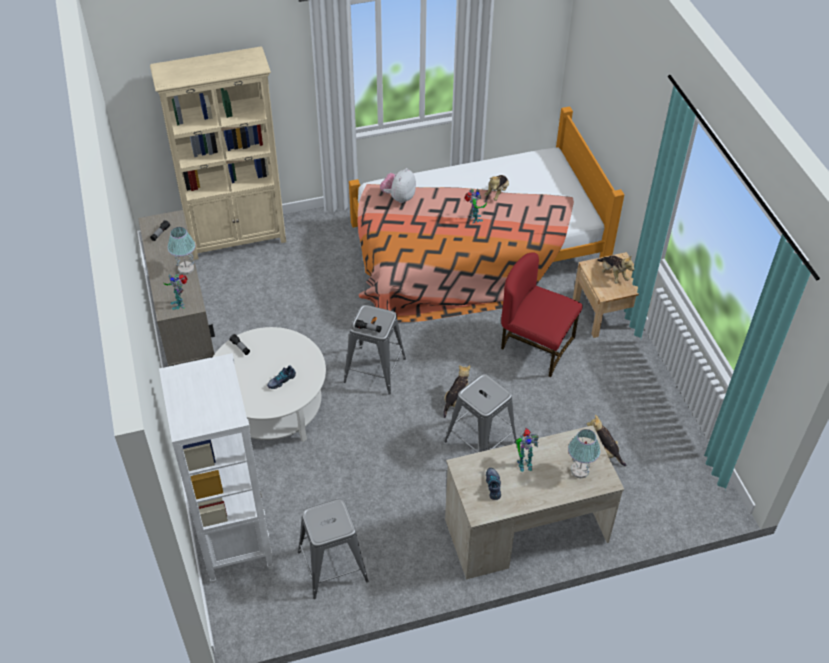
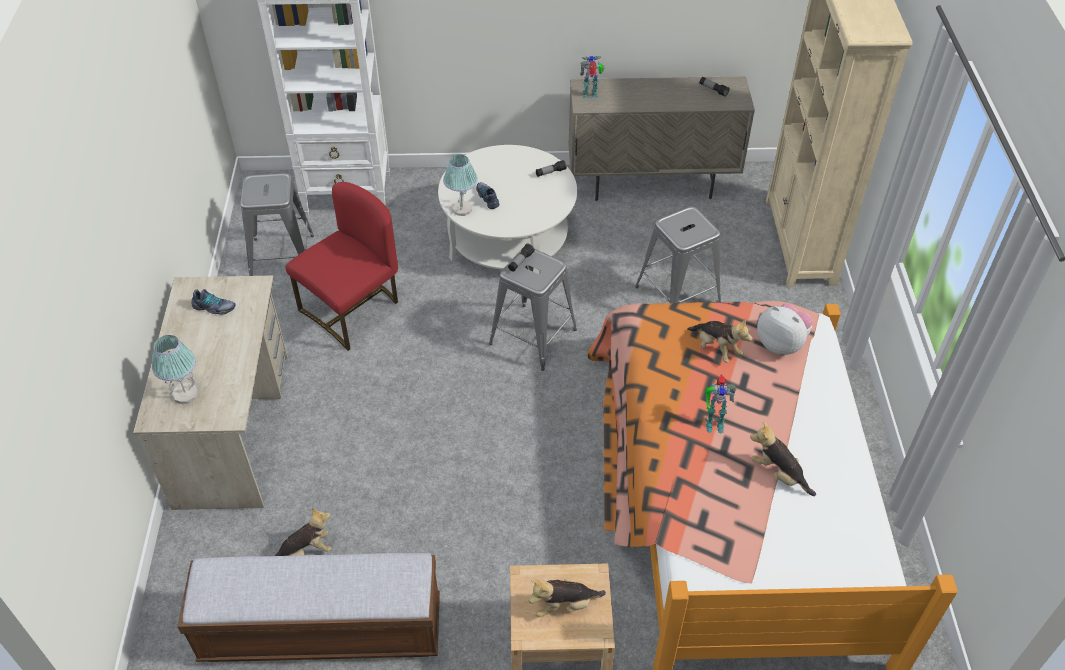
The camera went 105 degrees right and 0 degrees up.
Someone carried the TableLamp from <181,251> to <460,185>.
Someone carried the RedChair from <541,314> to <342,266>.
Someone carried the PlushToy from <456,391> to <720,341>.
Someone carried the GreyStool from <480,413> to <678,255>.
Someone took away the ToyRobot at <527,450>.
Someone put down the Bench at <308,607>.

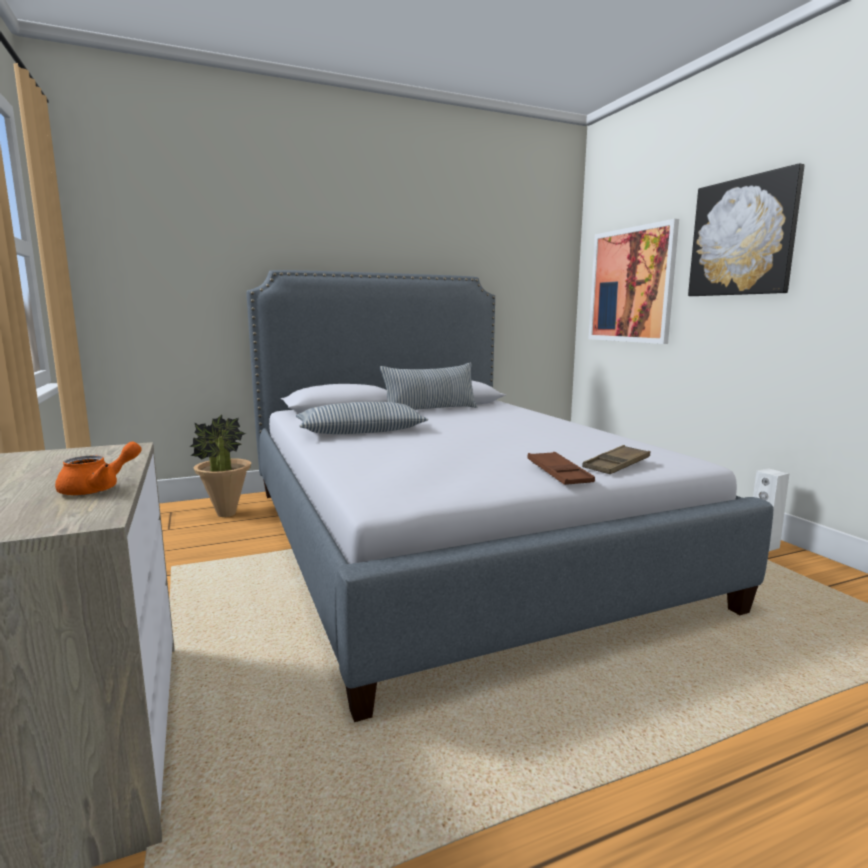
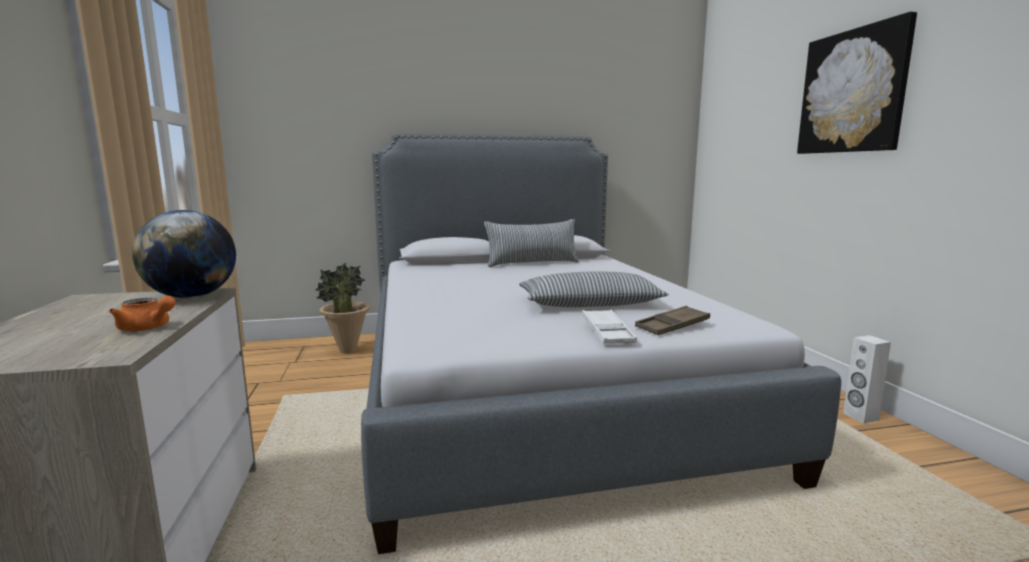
The camera went 10 degrees right and 0 degrees up.
Someone took away the Picture at <634,281>.
Someone carried the Pillow from <362,418> to <594,289>.
Someone rotated the OrangeTeapot at <98,469> by 60 degrees clockwise.
Someone repainted the BrownTray at <561,468>, which became the WhiteTray at <609,327>.
Someone put down the Globe at <184,254>.

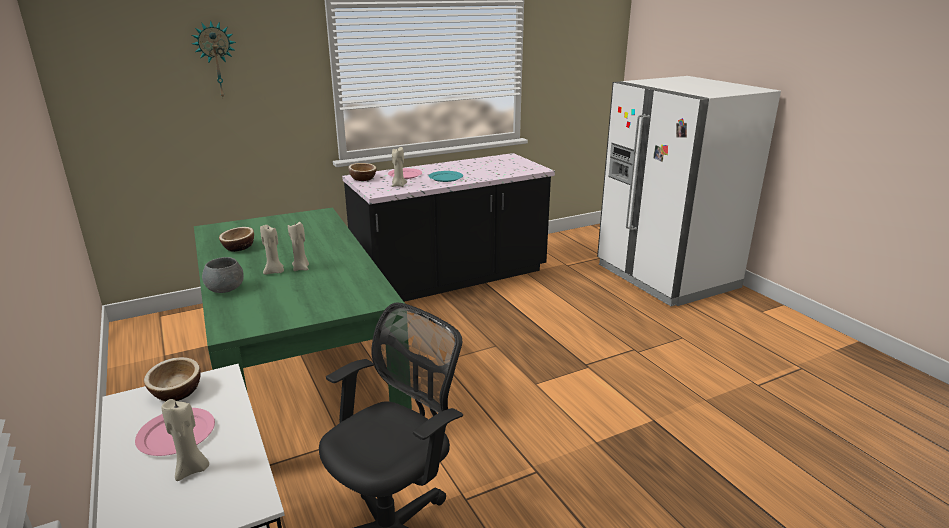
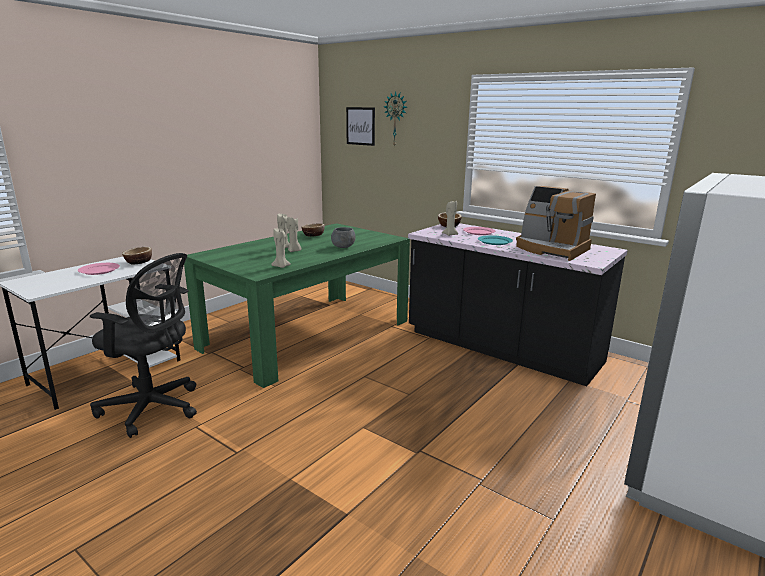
The camera went 65 degrees right and 5 degrees down.
Someone carried the GreyBowl from <223,275> to <343,237>.
Someone carried the BeigeCandle from <185,440> to <281,248>.
Someone put up the Picture at <360,126>.
Someone put down the CoffeeMachine at <556,223>.

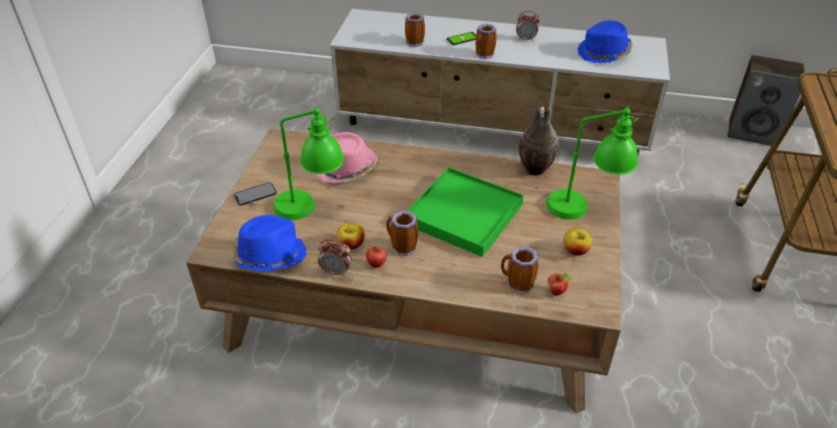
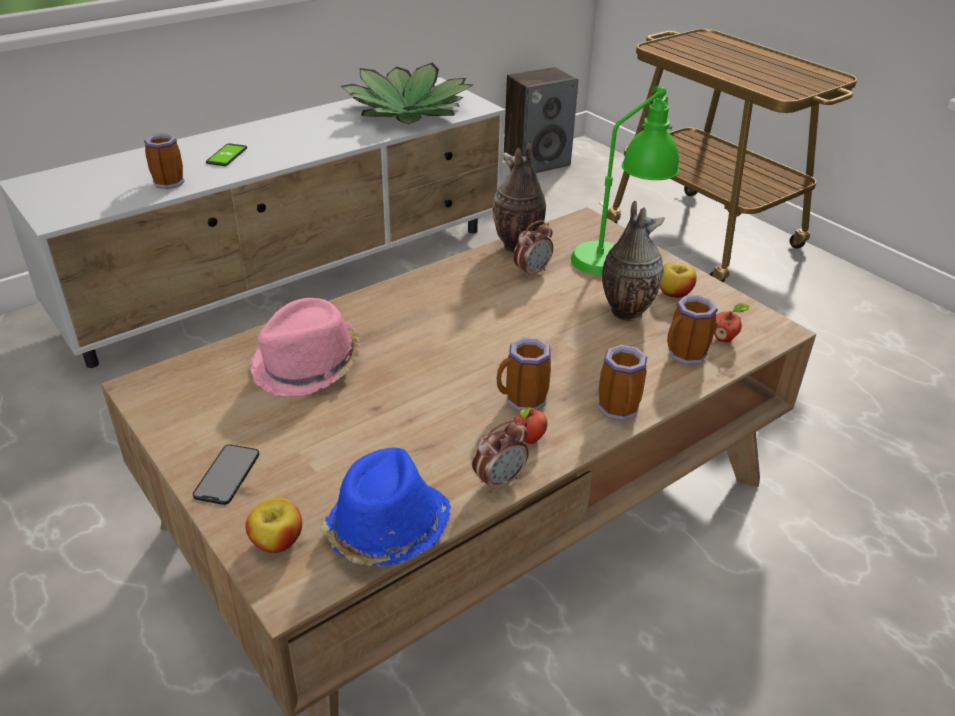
The camera went 50 degrees left and 5 degrees down.
Someone carried the AlarmClock from <528,26> to <533,249>.
Someone swapped the BlueHat at <605,41> for the PottedPlant at <406,93>.
Someone carried the Mug from <486,41> to <622,383>.
Someone took away the GreenTableLamp at <308,162>.
Someone took away the GreenTray at <465,212>.
Someone carried the Apple from <351,236> to <274,525>.
Someone put down the Vase at <633,261>.

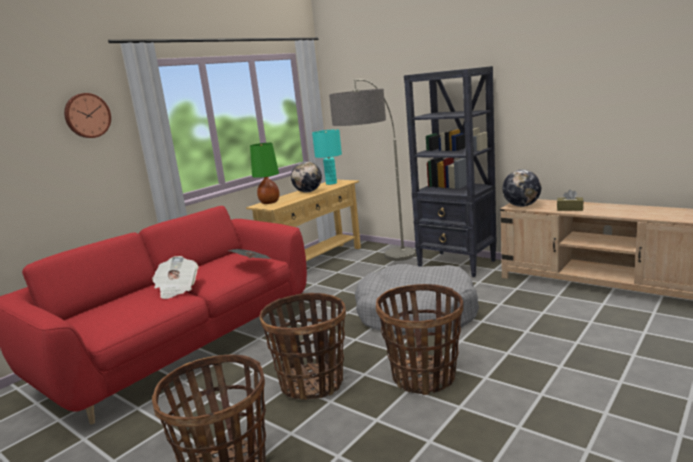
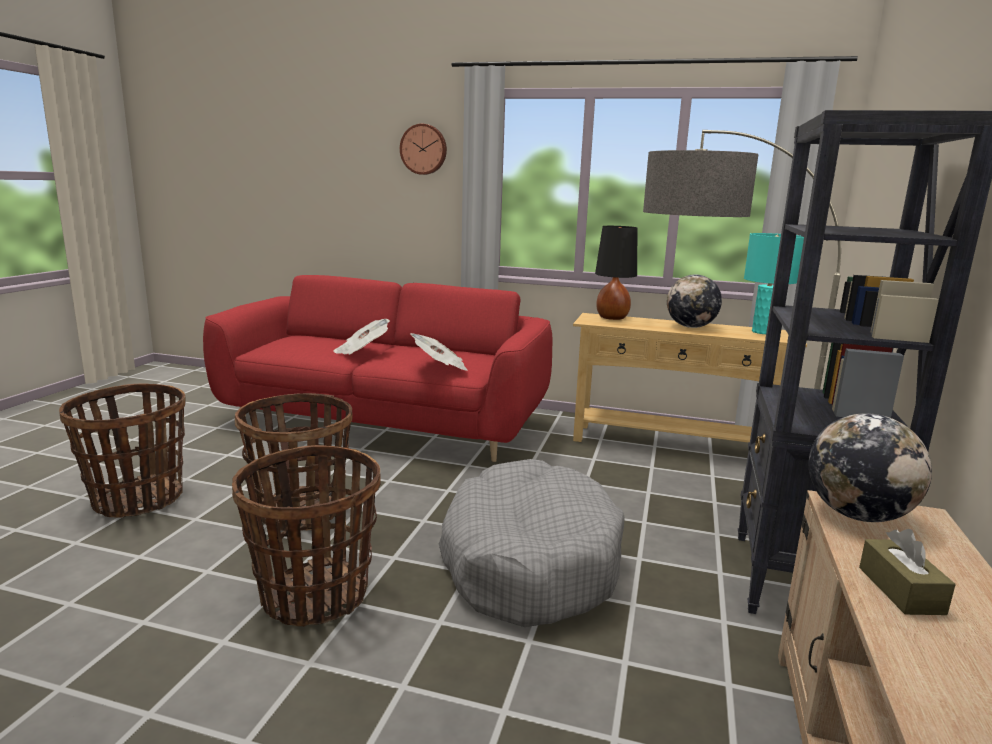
The camera went 65 degrees right and 0 degrees up.
Someone repainted the GreenTableLamp at <265,173>, which became the BlackTableLamp at <616,273>.

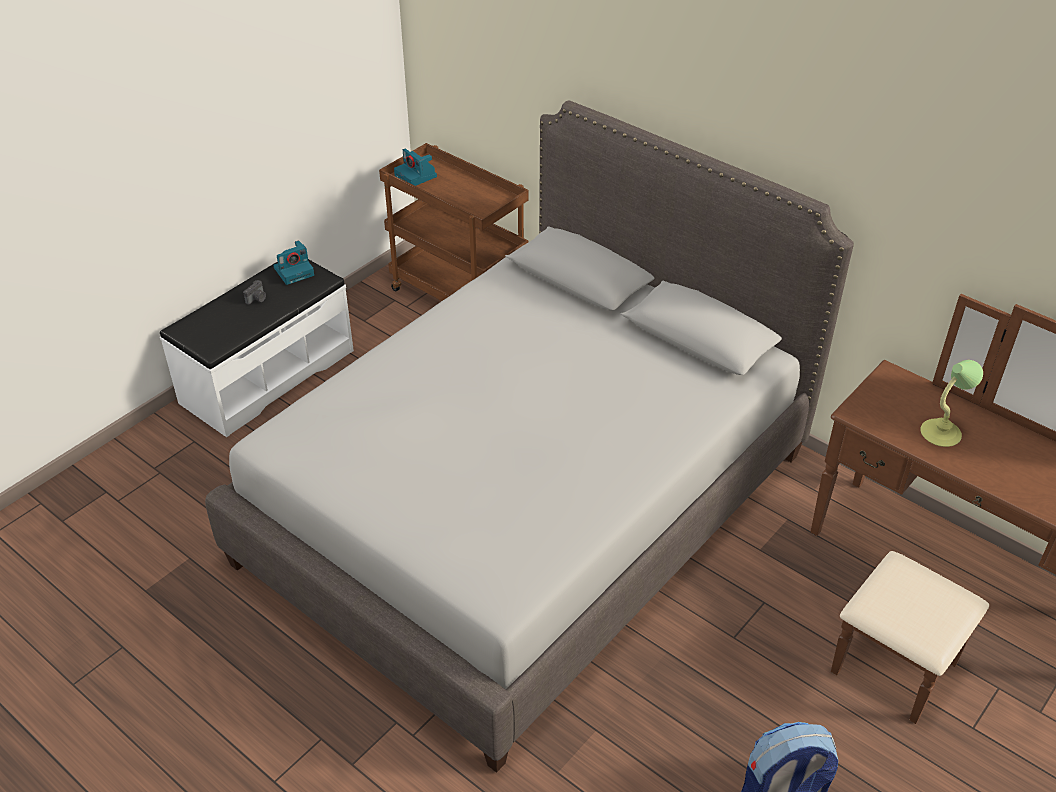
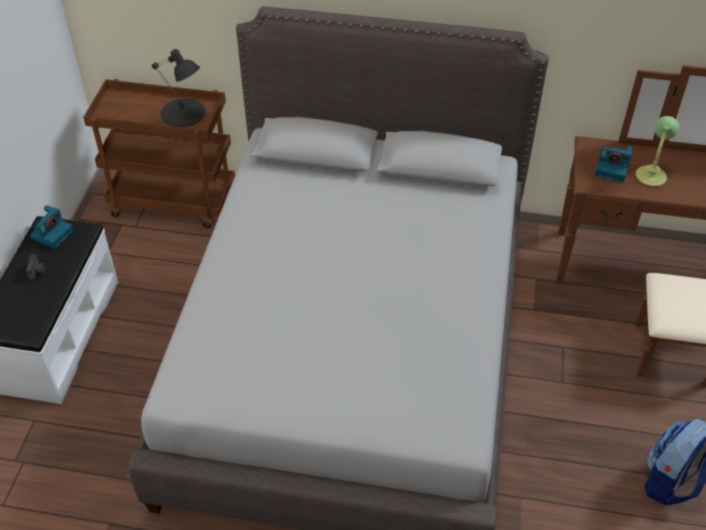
The camera went 30 degrees left and 5 degrees up.
Someone carried the PhotoCamera from <415,167> to <613,163>.
Someone put down the BlackTableLamp at <179,88>.

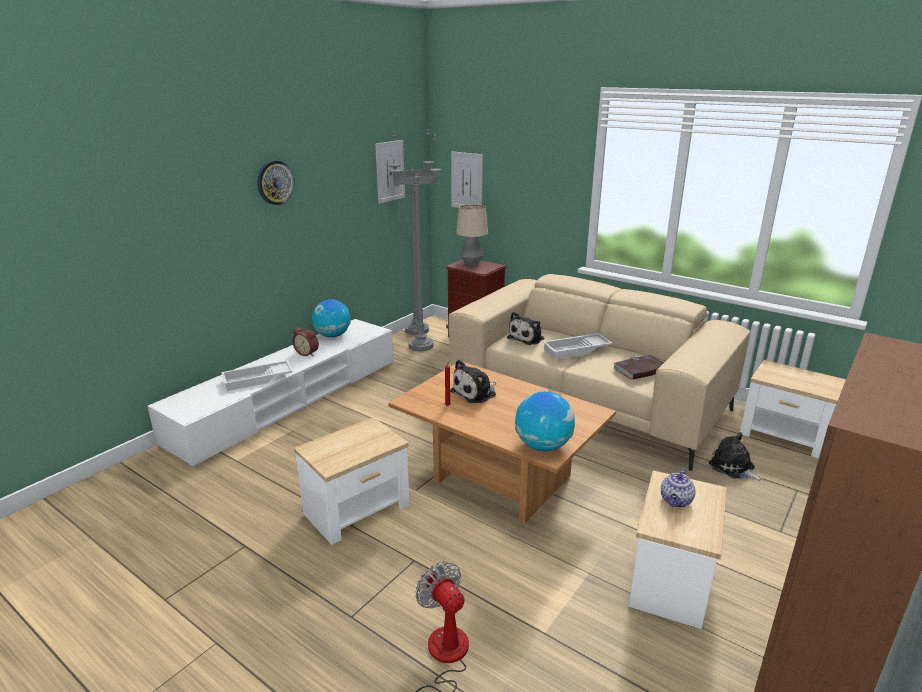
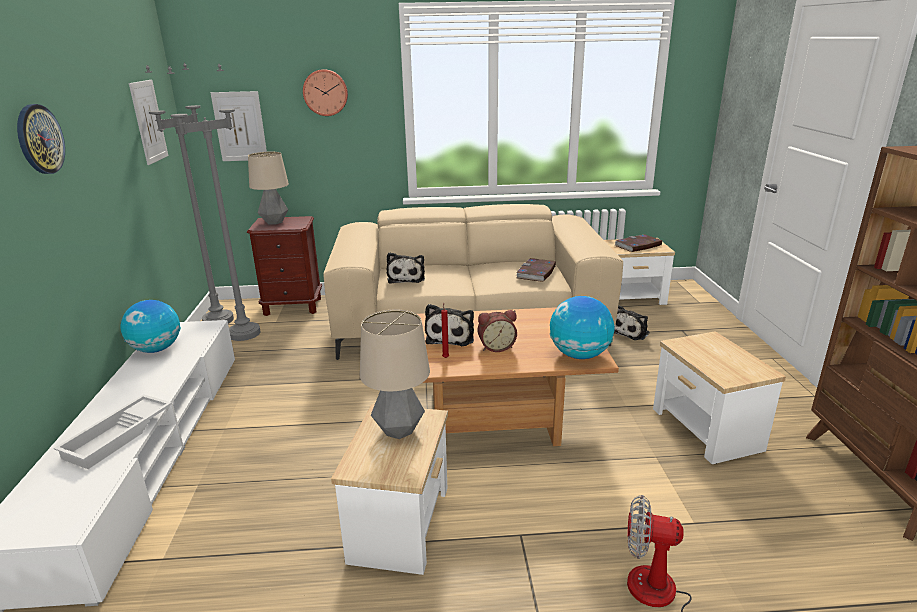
The camera went 40 degrees left and 0 degrees up.
Someone carried the AlarmClock from <305,341> to <497,331>.
Someone took away the WhiteTray at <578,346>.
Someone rotated the PlushToy at <736,456> by 60 degrees counterclockwise.
Someone took away the Teapot at <678,487>.
Someone put up the WallClock at <325,92>.
Someone put down the Book at <638,243>.
Someone put down the TableLamp at <395,374>.

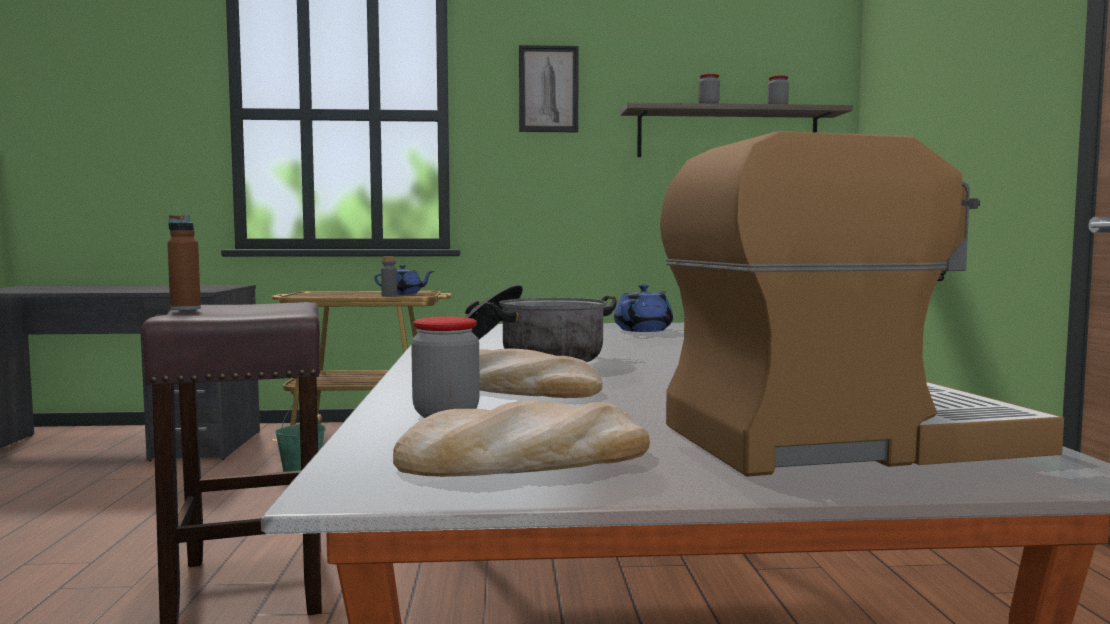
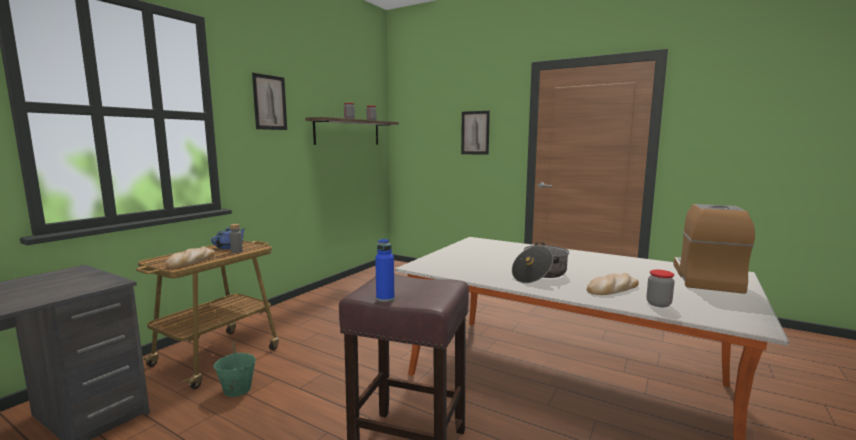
The camera went 55 degrees left and 5 degrees up.
Someone repainted the BrownBottle at <184,262>, which became the BlueBottle at <385,270>.
Someone took away the BlueTeapot at <643,308>.
Someone carried the Bread from <521,438> to <190,257>.
Someone put up the Picture at <475,133>.

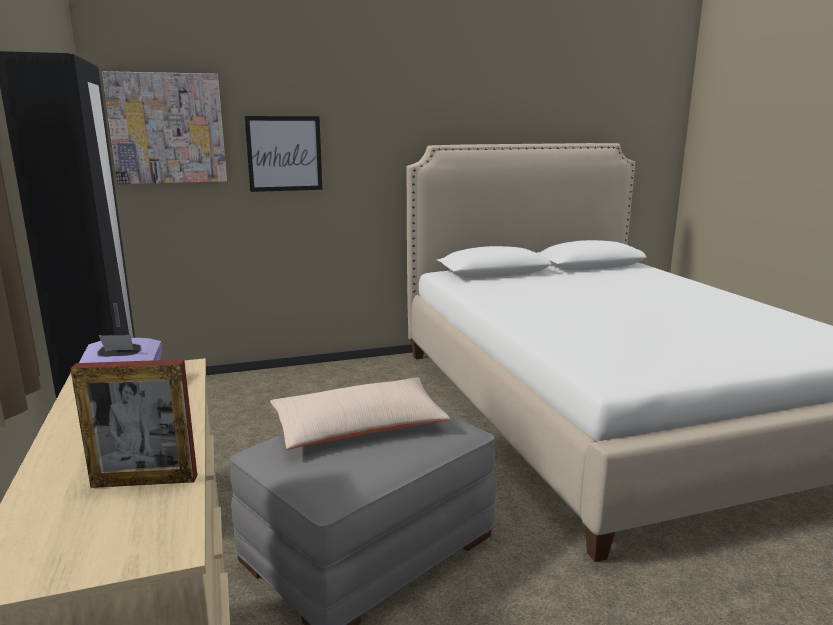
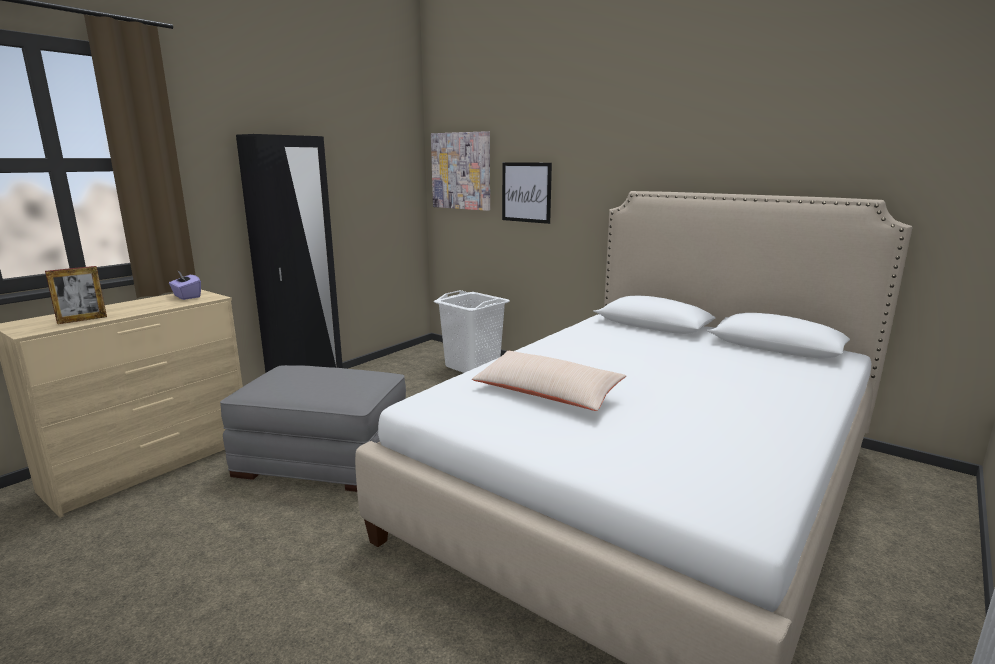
The camera went 55 degrees right and 0 degrees up.
Someone rotated the PictureFrame at <133,423> by 90 degrees counterclockwise.
Someone carried the BeigePillow from <360,413> to <549,381>.
Someone put down the WhiteLaundryBasket at <471,331>.

